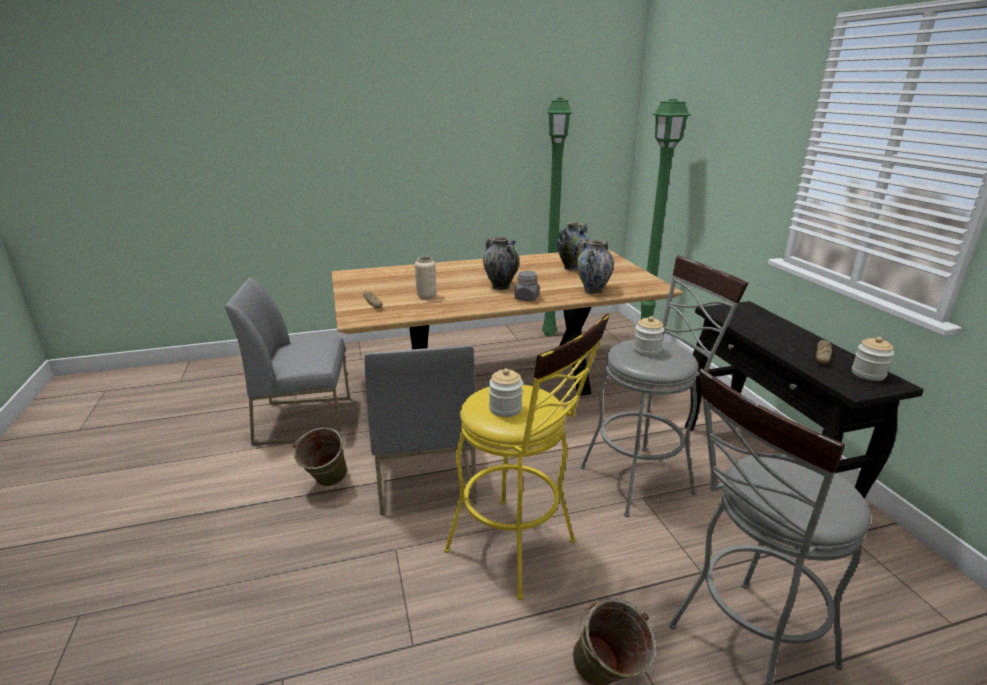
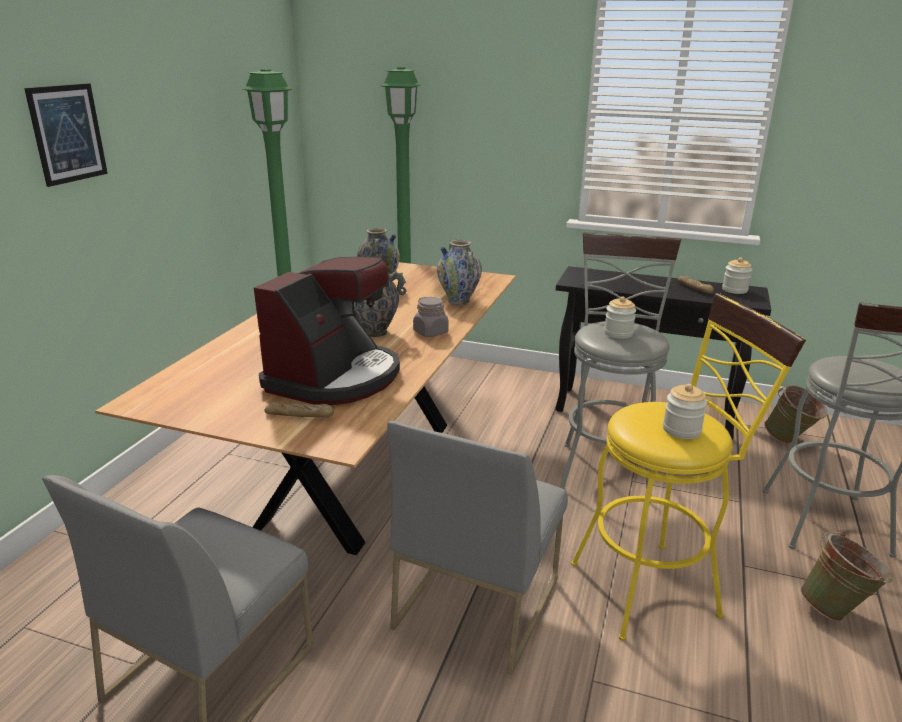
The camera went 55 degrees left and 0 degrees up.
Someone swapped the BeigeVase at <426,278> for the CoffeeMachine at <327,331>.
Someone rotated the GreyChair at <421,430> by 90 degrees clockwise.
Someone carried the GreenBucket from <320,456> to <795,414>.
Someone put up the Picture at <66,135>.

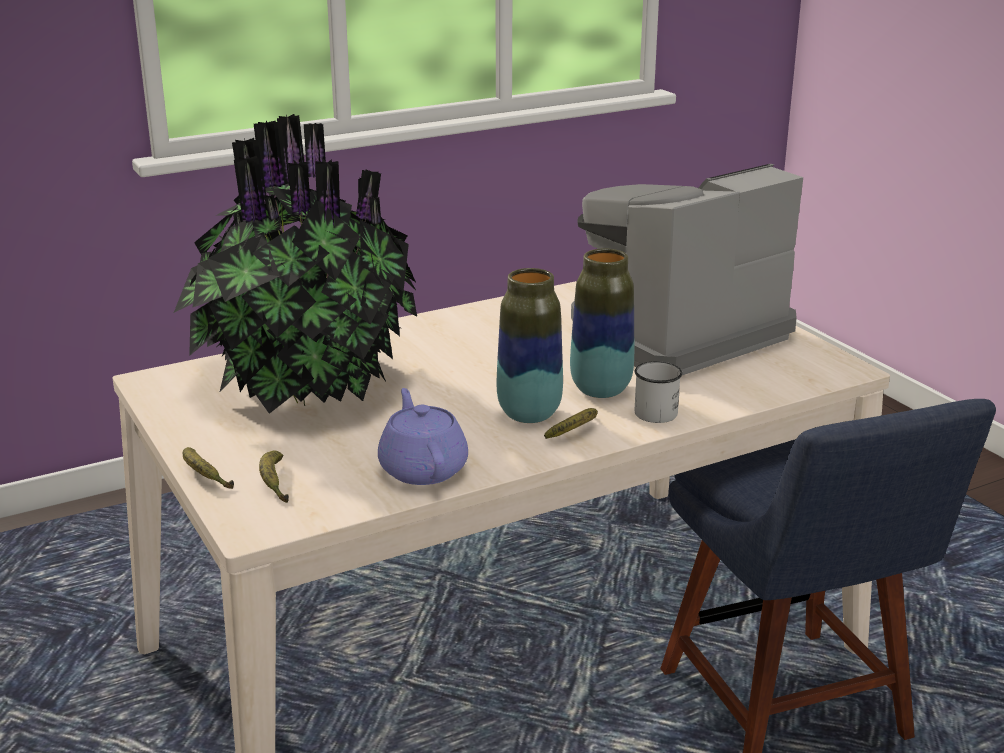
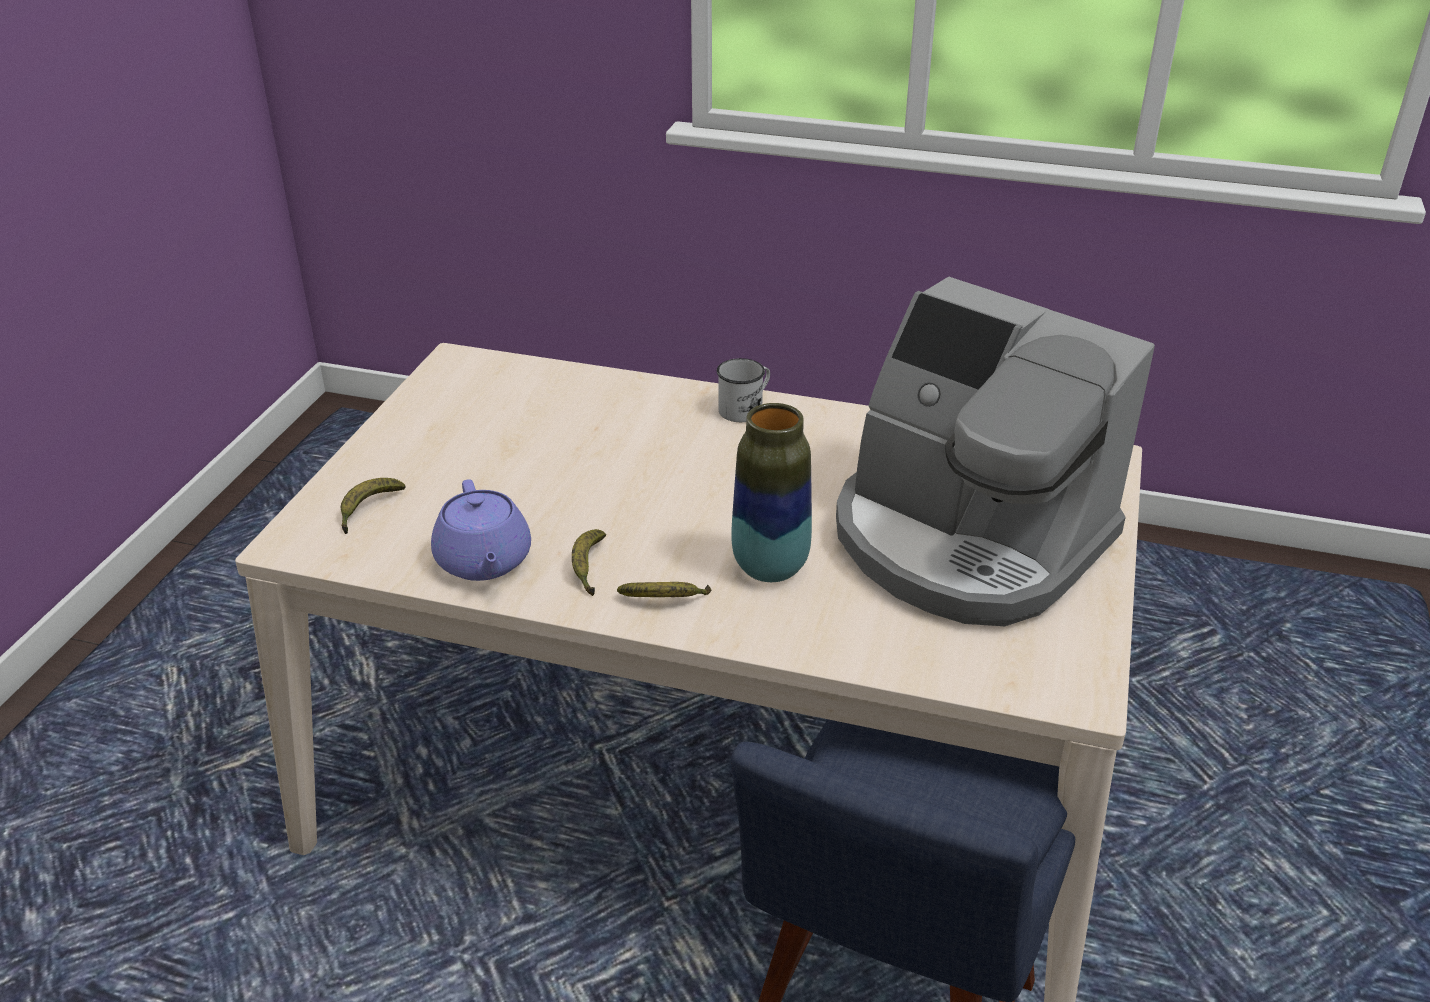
The camera went 45 degrees right and 10 degrees up.
Someone took away the PottedPlant at <295,264>.
Someone rotated the CoffeeMachine at <687,269> by 150 degrees counterclockwise.
Someone took away the Vase at <529,345>.
Someone carried the WhiteMug from <658,392> to <743,390>.
Someone rotated the PurpleTeapot at <423,436> by 135 degrees clockwise.
Someone carried the Banana from <208,468> to <589,562>.

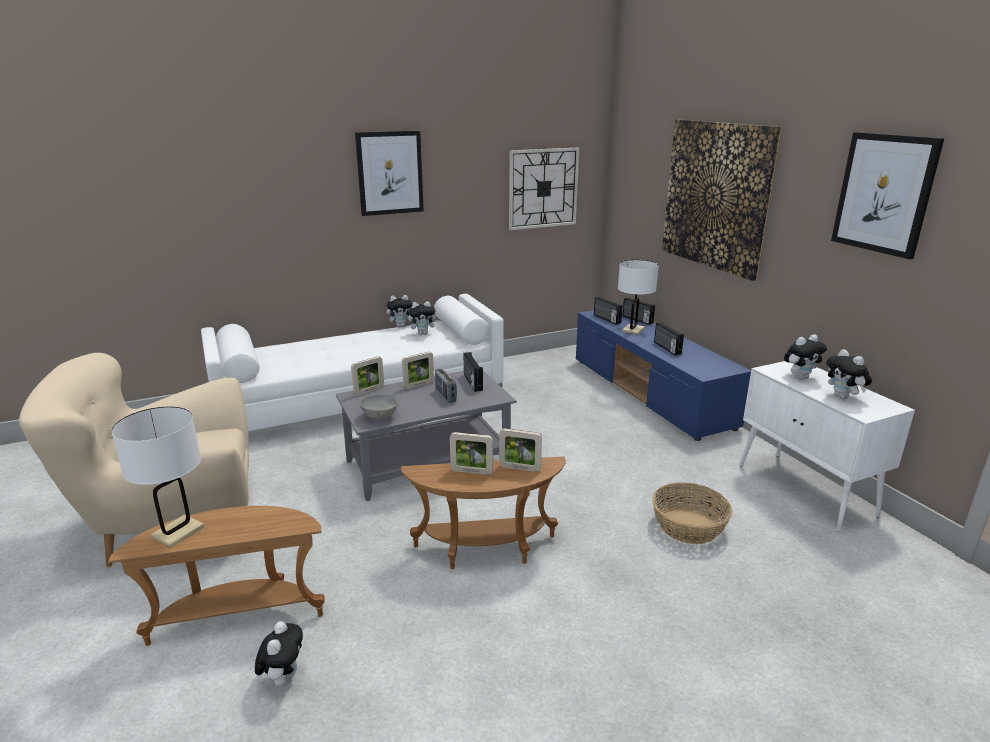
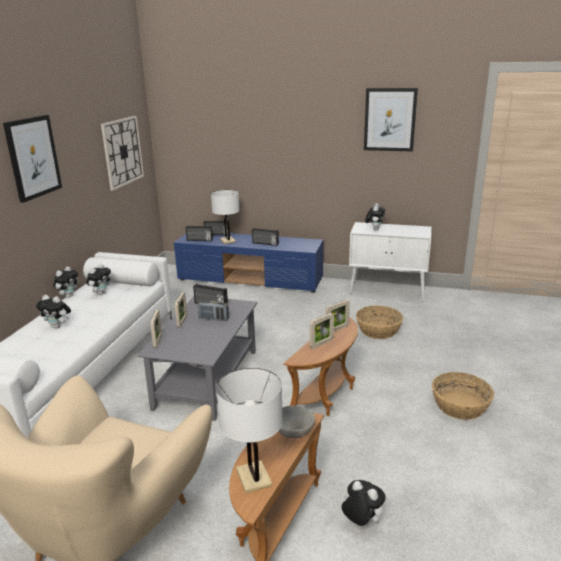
The camera went 50 degrees left and 0 degrees up.
Someone took away the Picture at <722,200>.
Someone carried the PlushToy from <849,374> to <53,311>.
Someone carried the GreyBowl from <378,406> to <296,422>.
Someone put down the Basket at <463,396>.

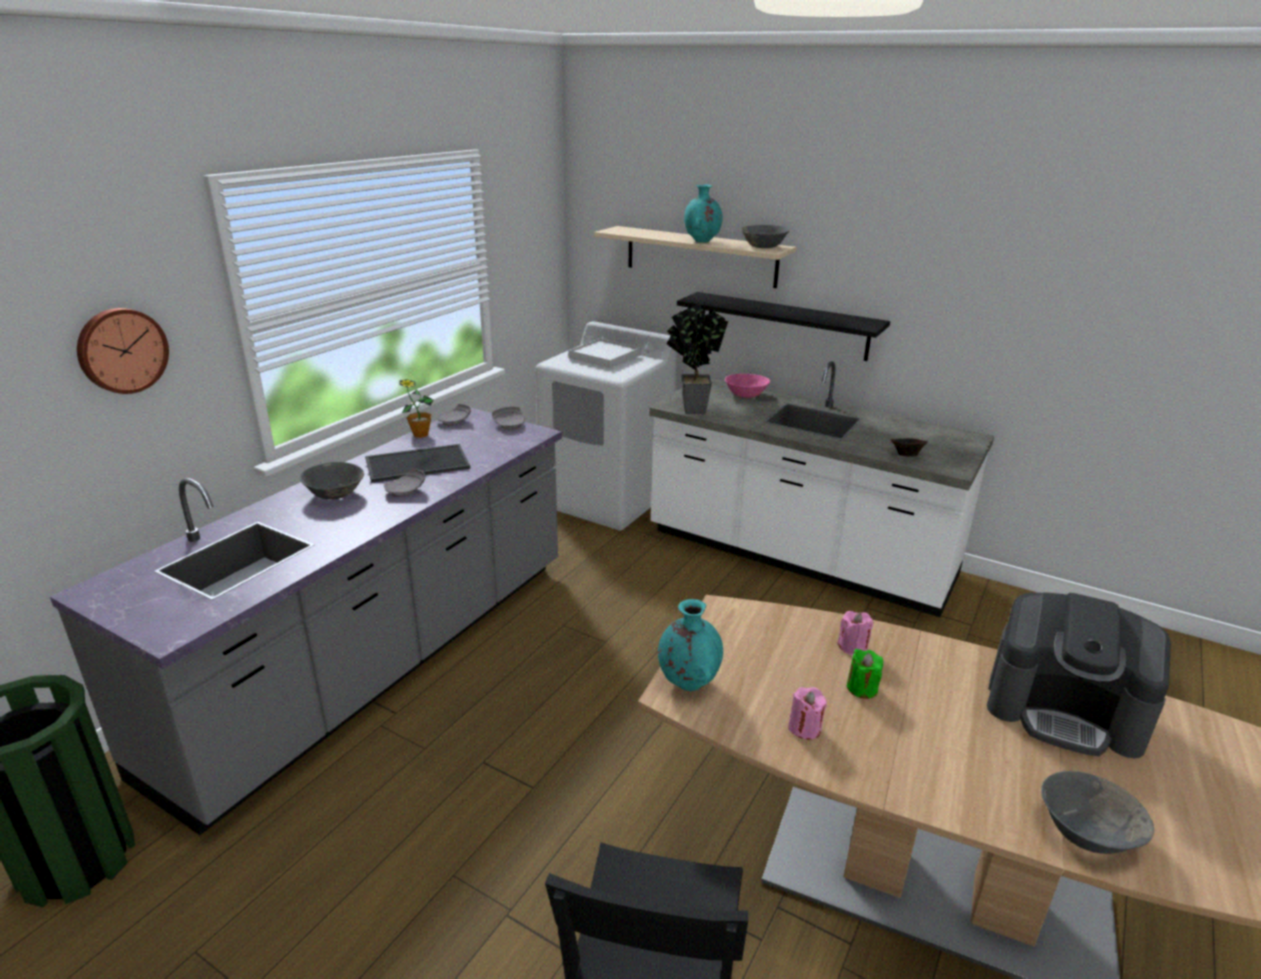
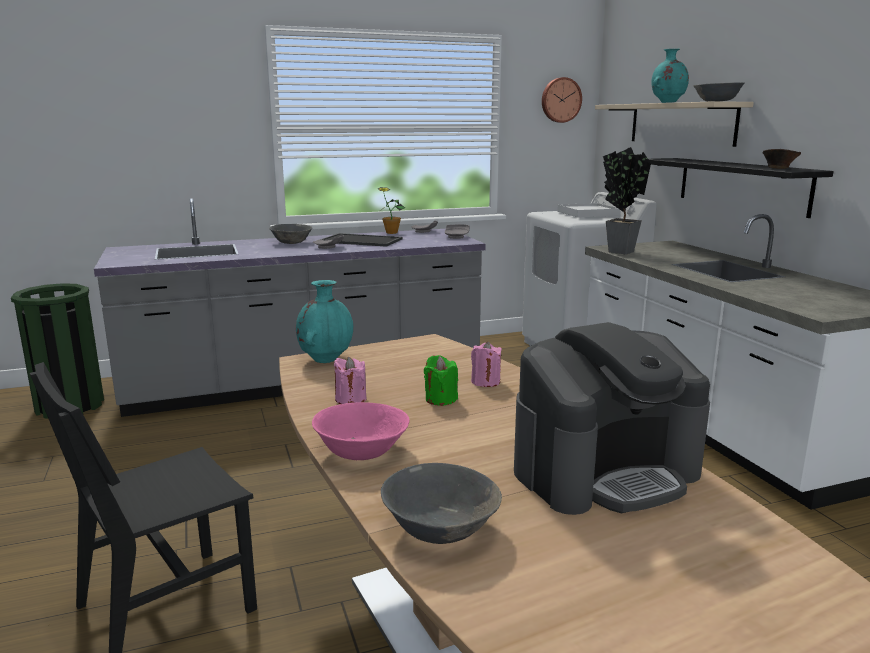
The camera went 40 degrees right and 10 degrees down.
Someone carried the WallClock from <123,351> to <562,100>.
Someone carried the PinkBowl from <747,386> to <361,431>.
Someone carried the BrownBowl from <909,447> to <782,159>.
Someone rotated the CoffeeMachine at <1079,675> by 90 degrees counterclockwise.

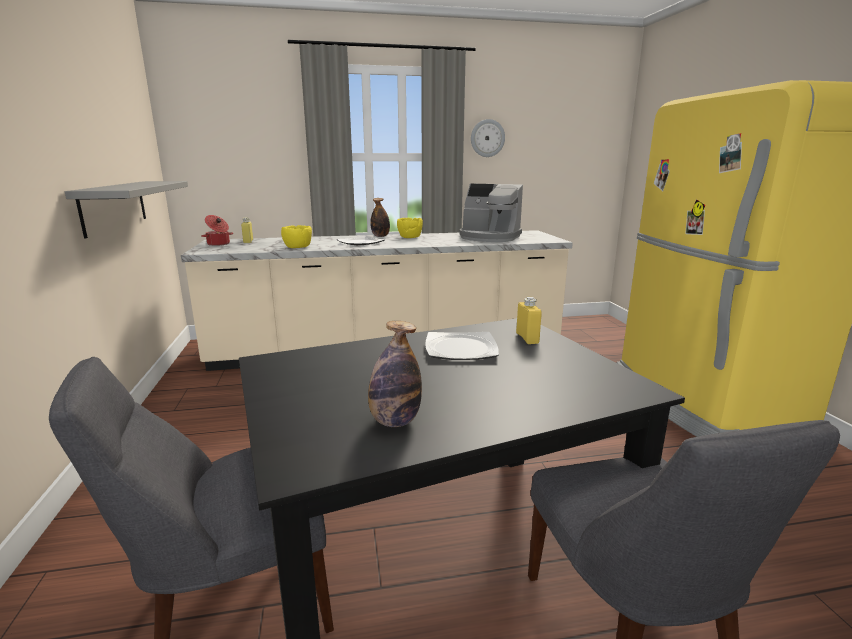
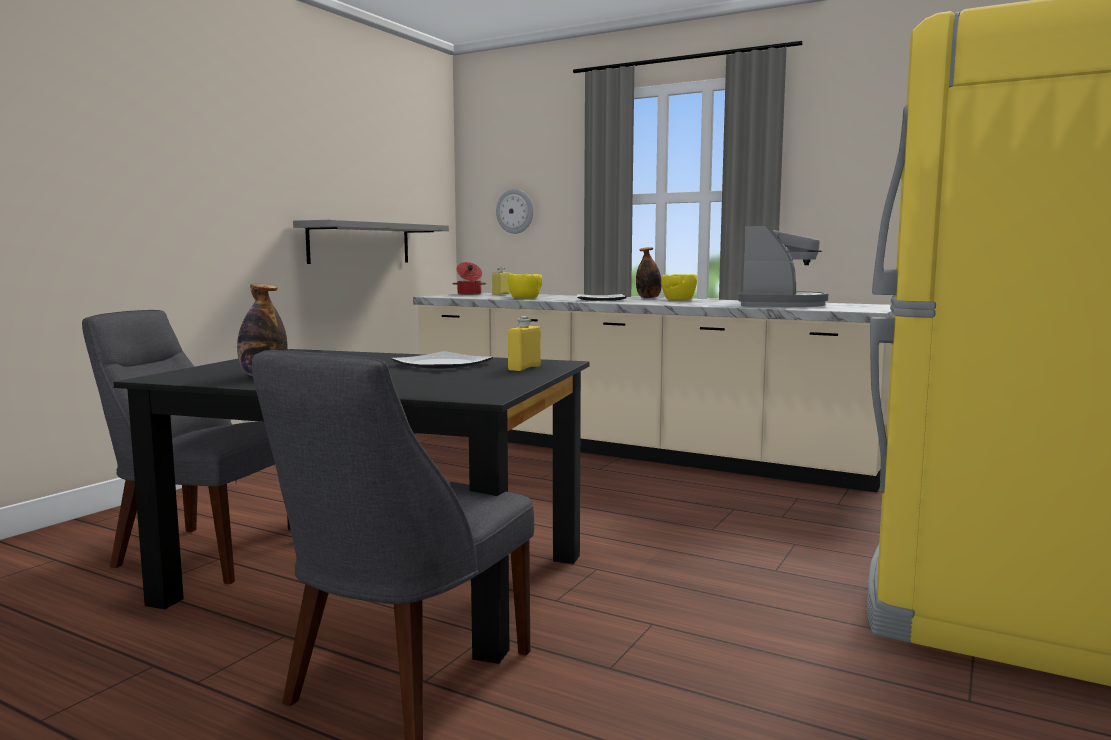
The camera went 40 degrees right and 10 degrees down.
Someone carried the WallClock from <488,138> to <514,211>.
Someone rotated the CoffeeMachine at <491,212> by 135 degrees counterclockwise.

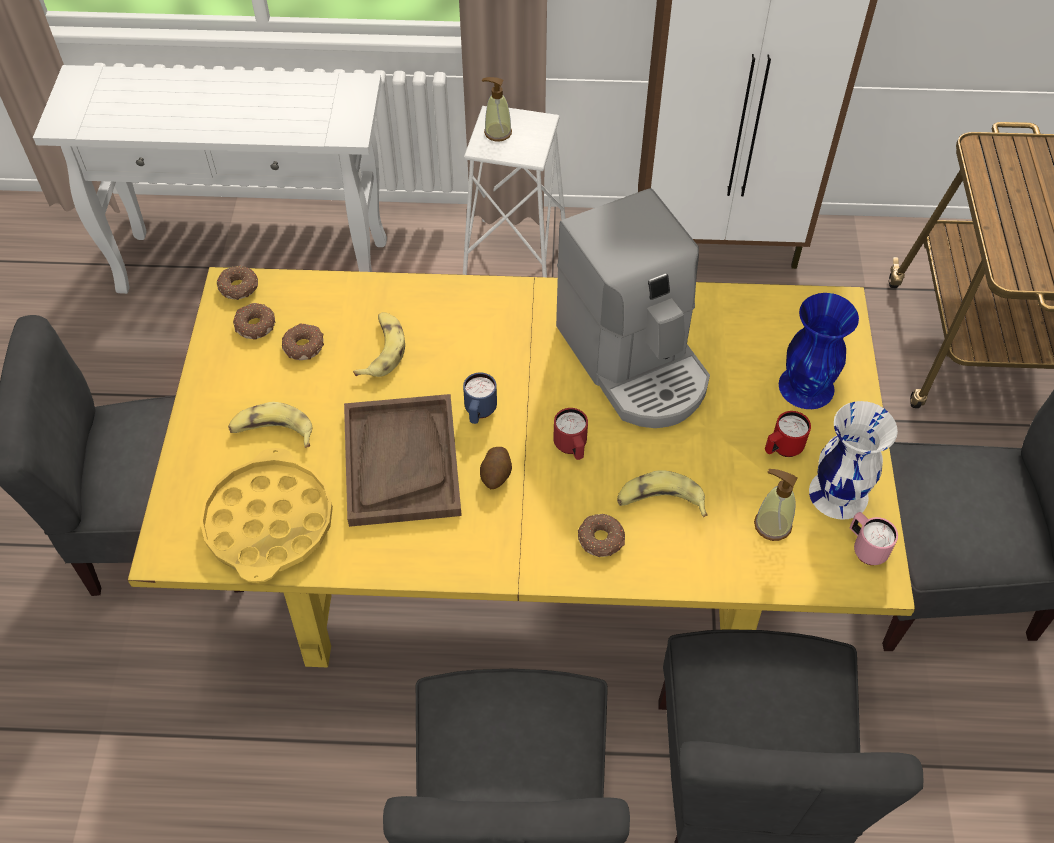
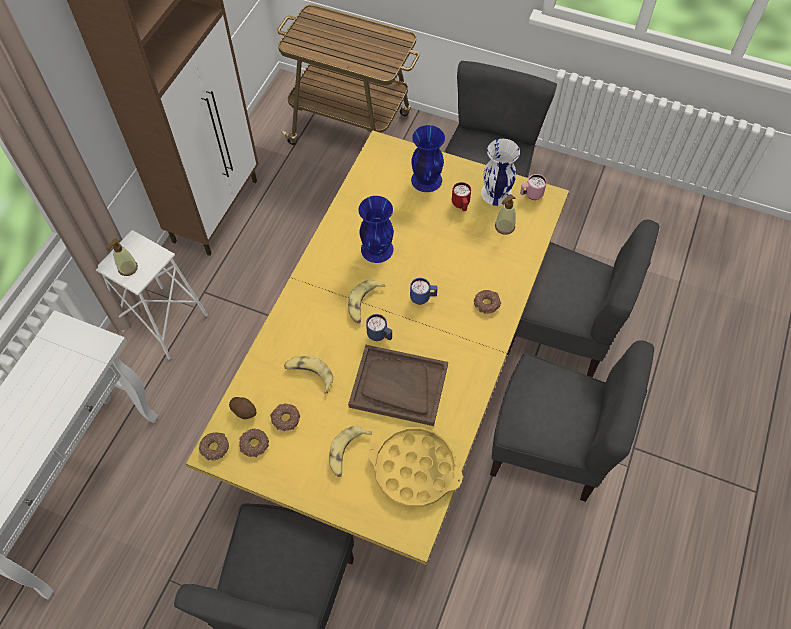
The camera went 70 degrees left and 5 degrees up.
Someone swapped the CoffeeMachine at <633,308> for the BlueVase at <376,229>.
Someone repainted the RedMug at <570,434>, which became the BlueMug at <423,291>.
Someone carried the Potato from <496,468> to <243,408>.
Someone carried the Banana from <662,494> to <366,301>.

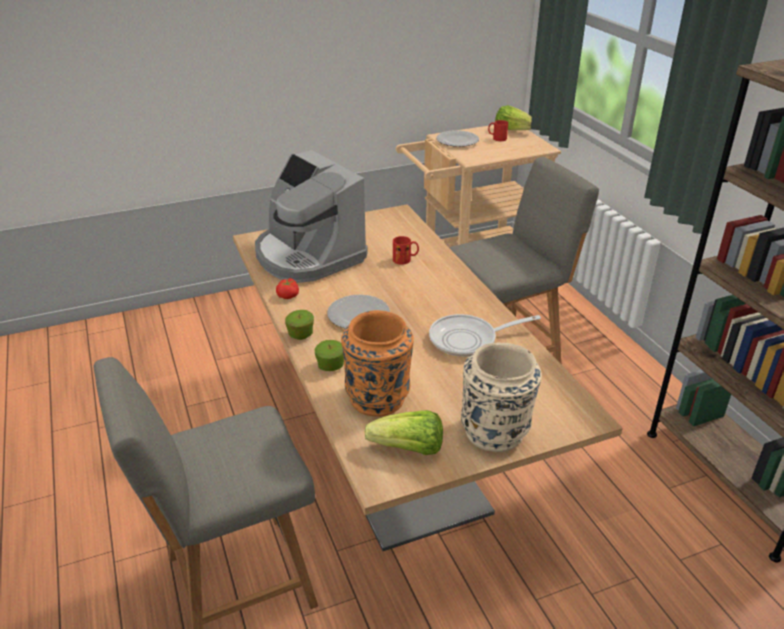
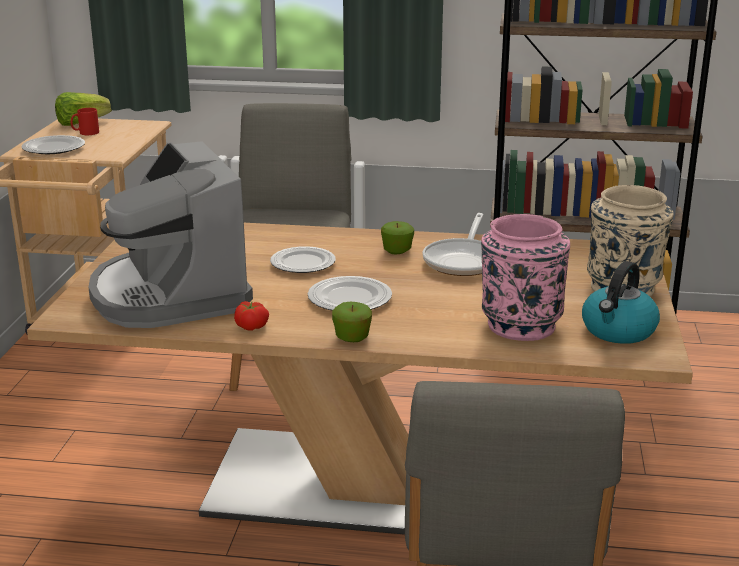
The camera went 60 degrees left and 10 degrees down.
Someone rotated the CoffeeMachine at <311,216> by 75 degrees clockwise.
Someone took away the RedMug at <406,250>.
Someone repainted the OrangeVase at <377,363>, which became the PinkVase at <525,277>.
Someone carried the Apple from <329,355> to <397,237>.
Someone swapped the Lettuce at <403,432> for the Kettle at <621,302>.
Someone put down the Plate at <303,259>.

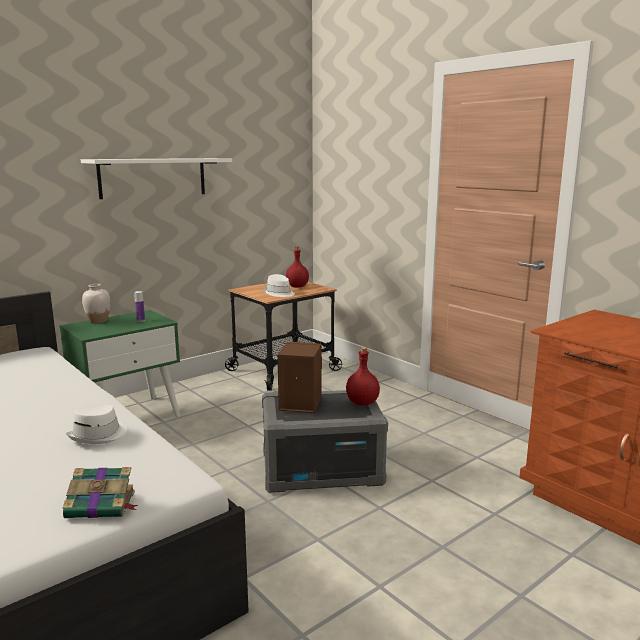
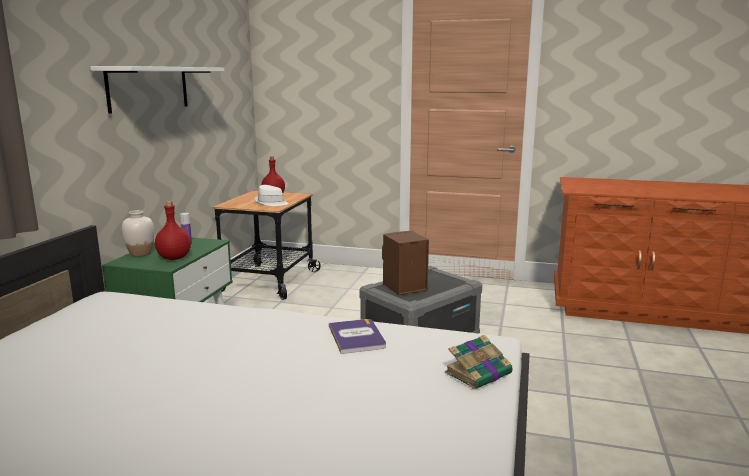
The camera went 35 degrees left and 0 degrees up.
Someone carried the RedBottle from <363,376> to <173,230>.
Someone swapped the WhiteHat at <96,424> for the Book at <357,336>.

